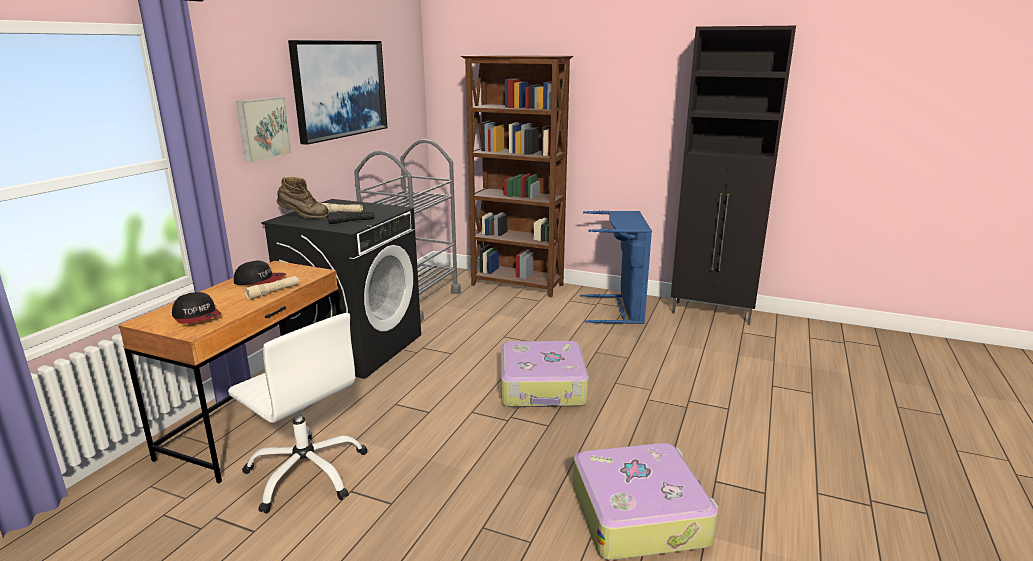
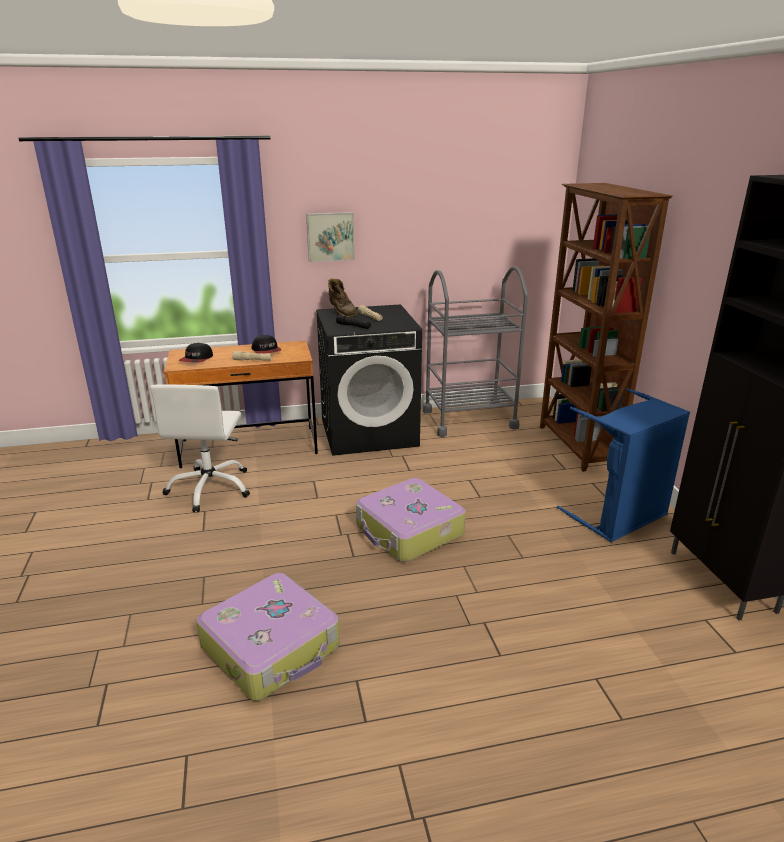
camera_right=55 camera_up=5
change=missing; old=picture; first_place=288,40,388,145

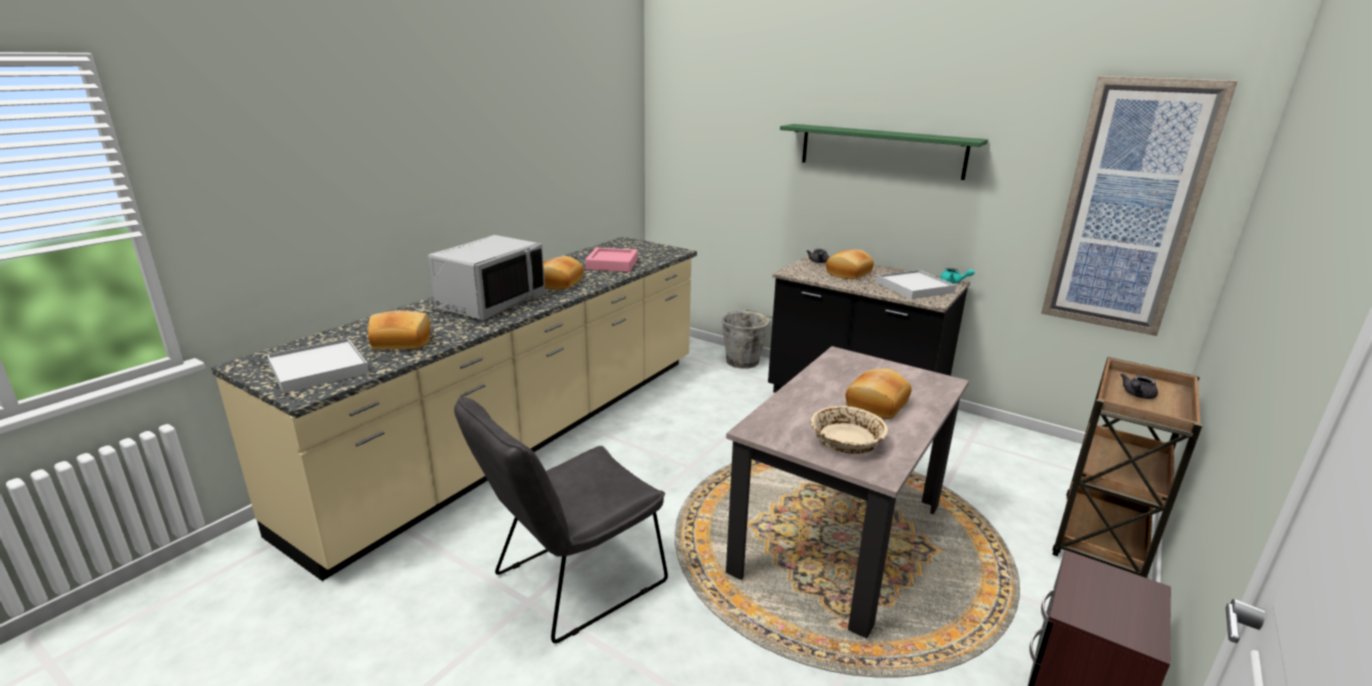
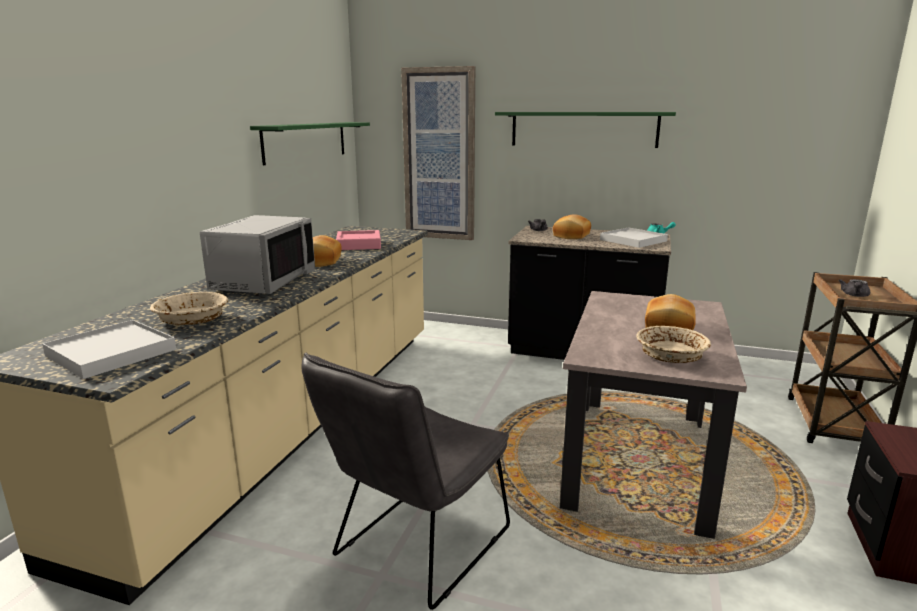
camera_right=-15 camera_up=-5
change=exchanged; old=bread; new=beige bowl; first_place=368,311,430,350; second_place=150,292,228,325
change=appeared; new=green shelf; second_place=250,122,370,165
change=relocated; old=picture; first_place=1041,76,1237,336; second_place=401,66,475,240
change=missing; old=grey bucket; first_place=721,310,773,369

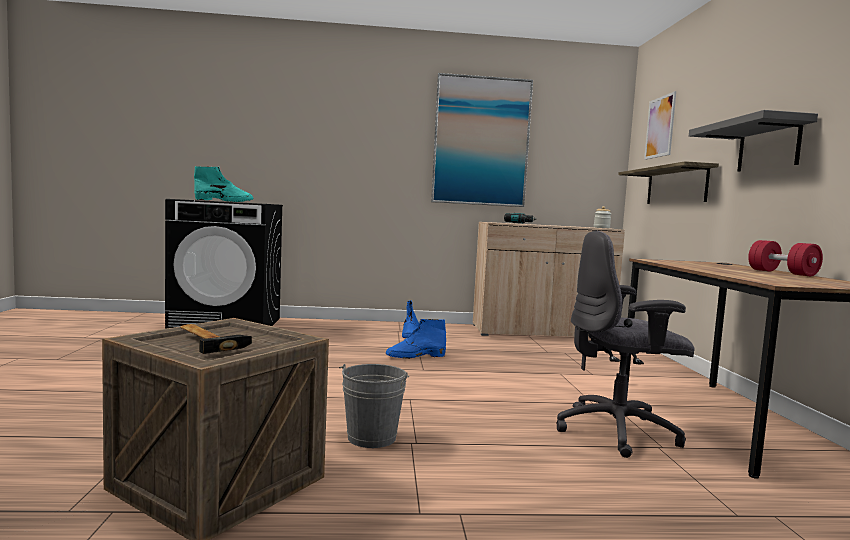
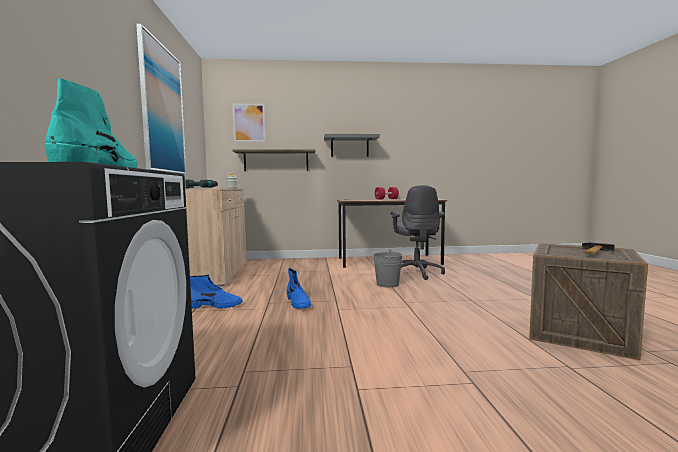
camera_right=-90 camera_up=0
change=relocated; old=grey bucket; first_place=339,364,409,448; second_place=373,250,403,287

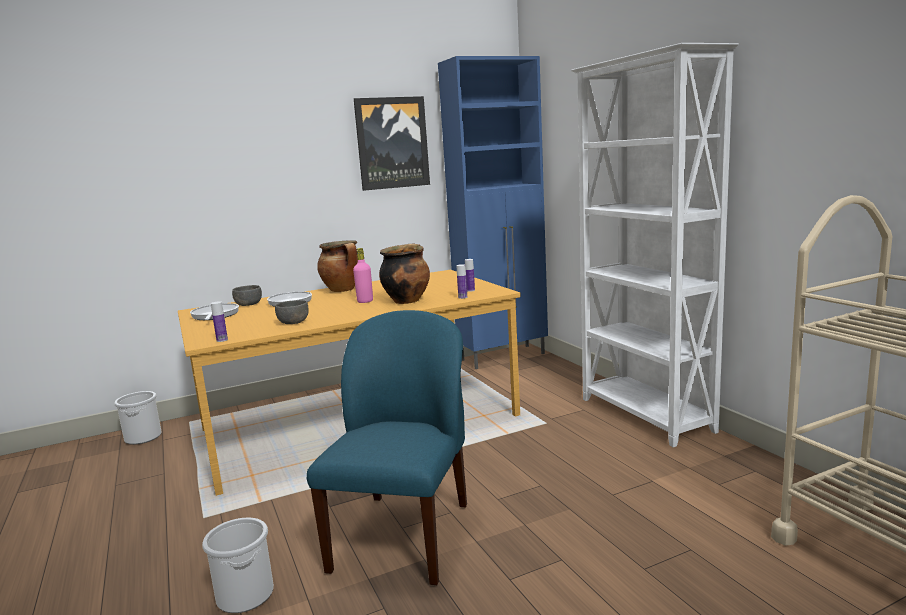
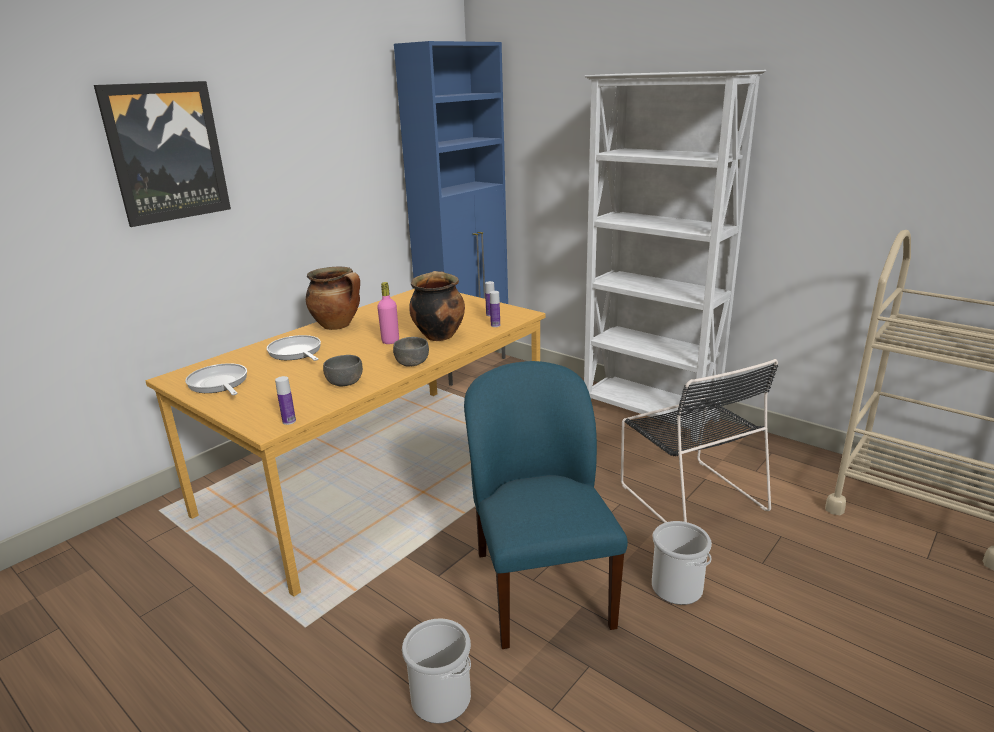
camera_right=-25 camera_up=10
change=relocated; old=picture; first_place=354,96,430,191; second_place=94,81,231,227
change=relocated; old=grey bowl; first_place=232,285,262,306; second_place=393,337,429,366
change=appeared; new=black chair; second_place=621,359,778,523
change=relocated; old=bucket; first_place=114,391,162,445; second_place=652,521,712,605

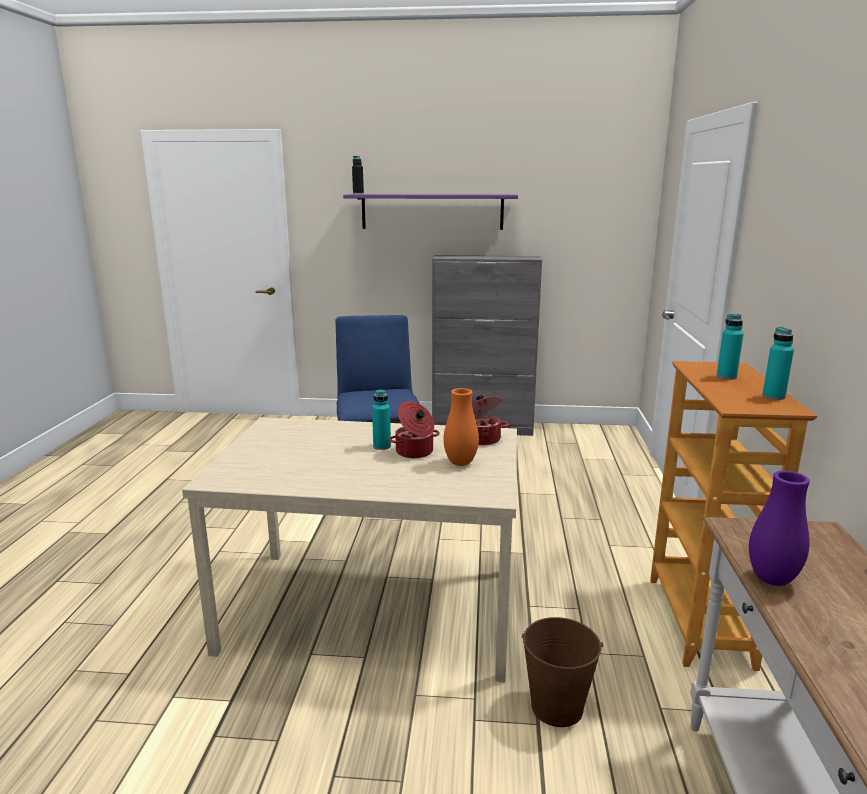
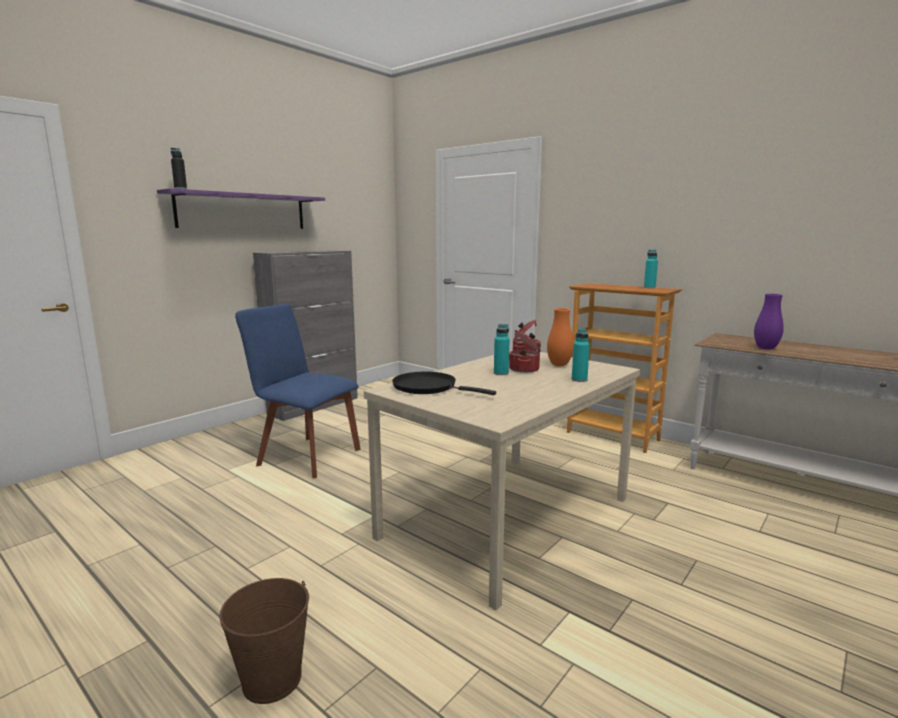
camera_right=-55 camera_up=-5
change=relocated; old=brown bucket; first_place=522,617,603,727; second_place=219,578,309,704
change=appeared; new=black frying pan; second_place=392,372,496,395
change=relocated; old=turquoise bottle; first_place=716,314,744,380; second_place=572,328,590,382

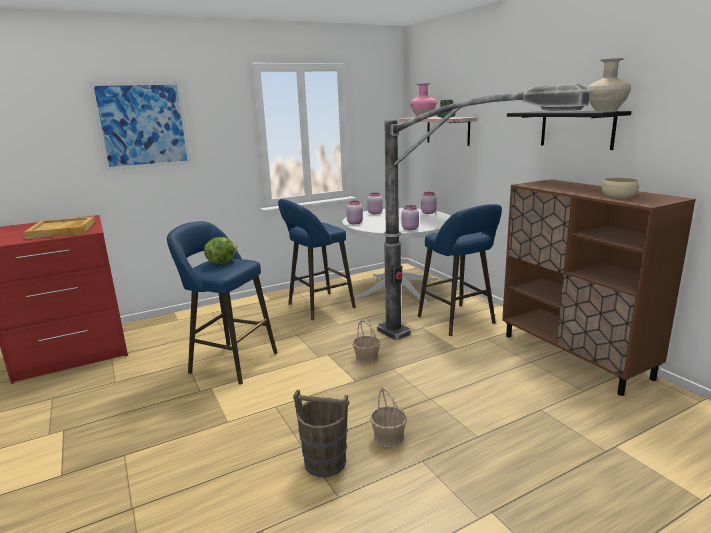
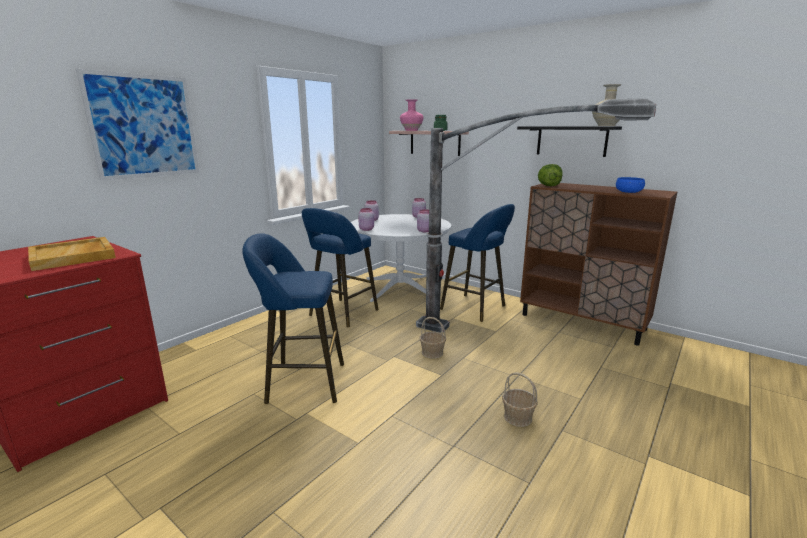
camera_right=-25 camera_up=0
change=relocated; old=lettuce; first_place=204,237,237,264; second_place=538,164,562,186
change=colour; old=beige bowl; new=blue bowl; first_place=601,177,639,198; second_place=616,177,645,193
change=missing; old=brown bucket; first_place=293,390,349,477

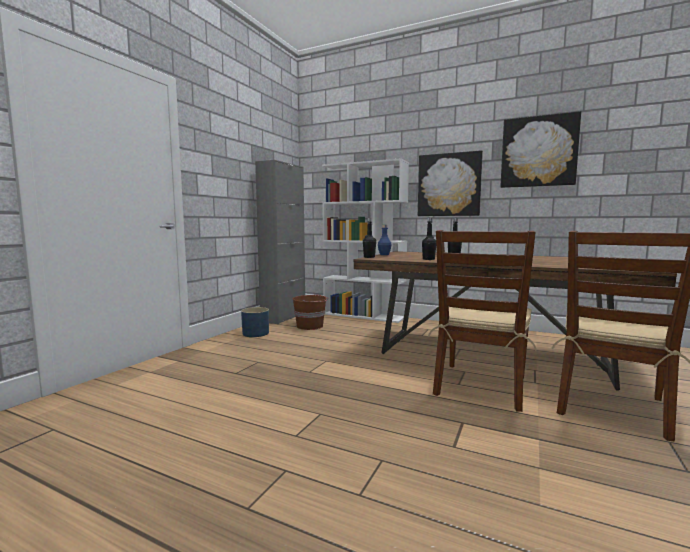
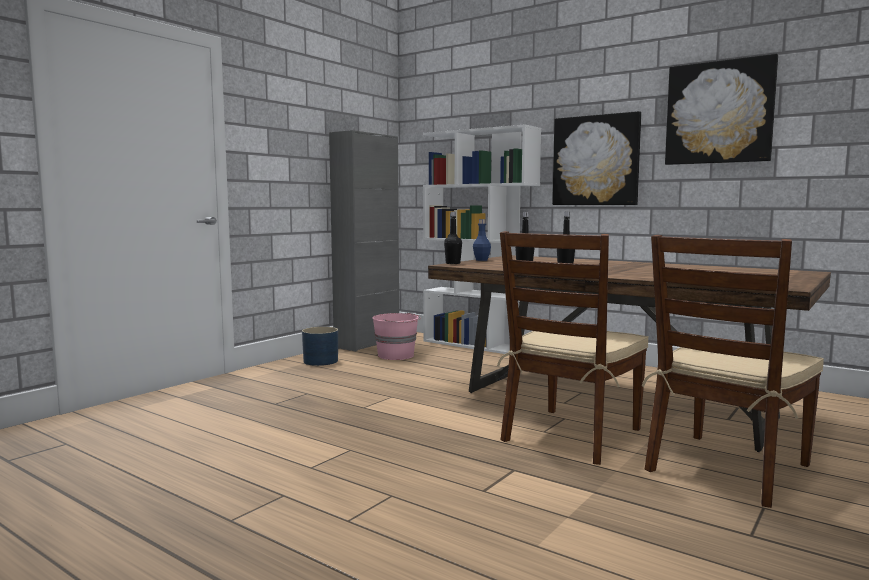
camera_right=10 camera_up=0
change=colour; old=brown bucket; new=pink bucket; first_place=293,294,328,330; second_place=372,312,421,360

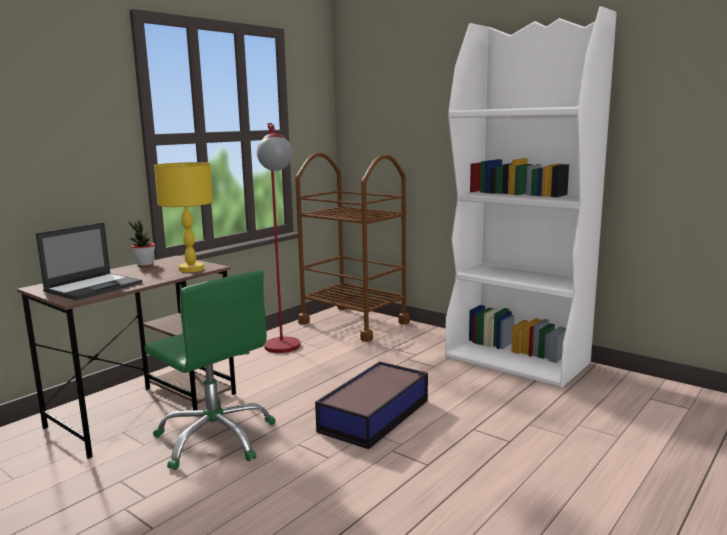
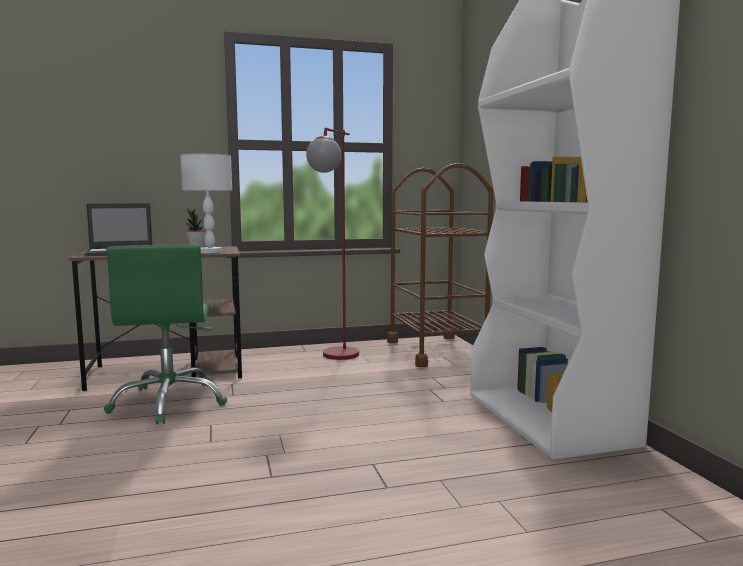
camera_right=35 camera_up=-5
change=colour; old=yellow table lamp; new=white table lamp; first_place=154,162,213,272; second_place=181,154,232,253
change=missing; old=storage box; first_place=315,361,428,449

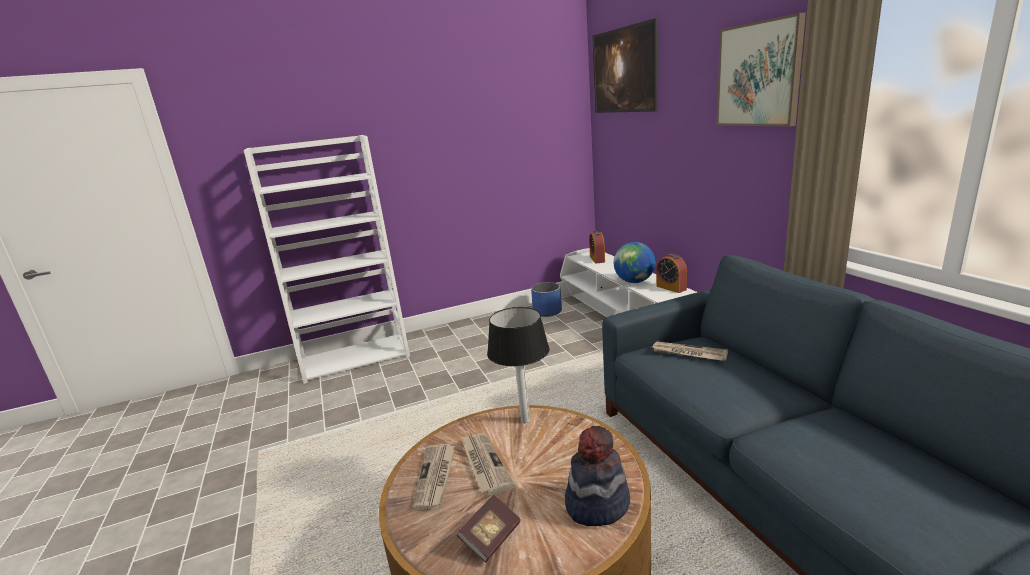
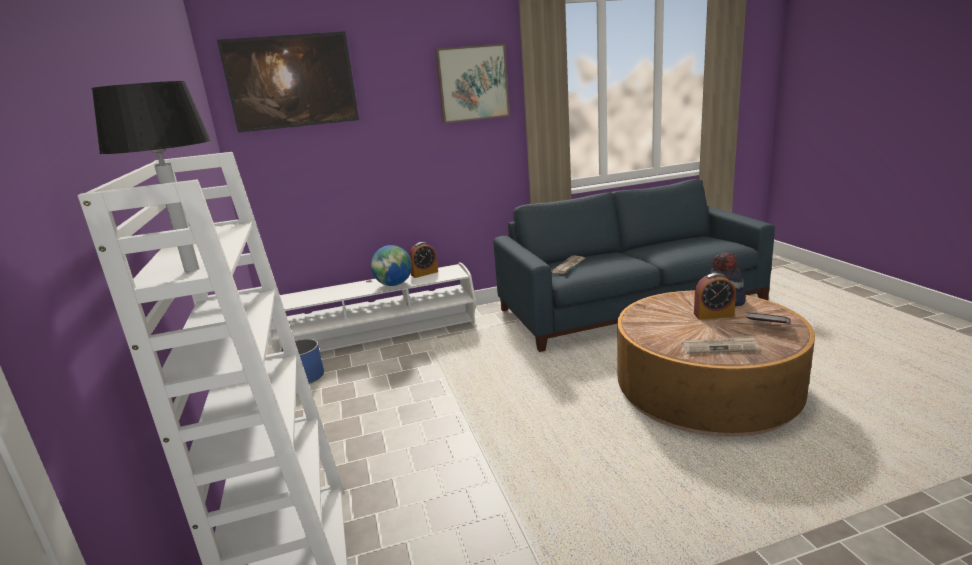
camera_right=-85 camera_up=0
change=relocated; old=table lamp; first_place=487,307,550,423; second_place=91,81,211,272
change=relocated; old=alarm clock; first_place=589,231,605,264; second_place=694,273,736,320
change=missing; old=newspaper; first_place=460,433,515,495

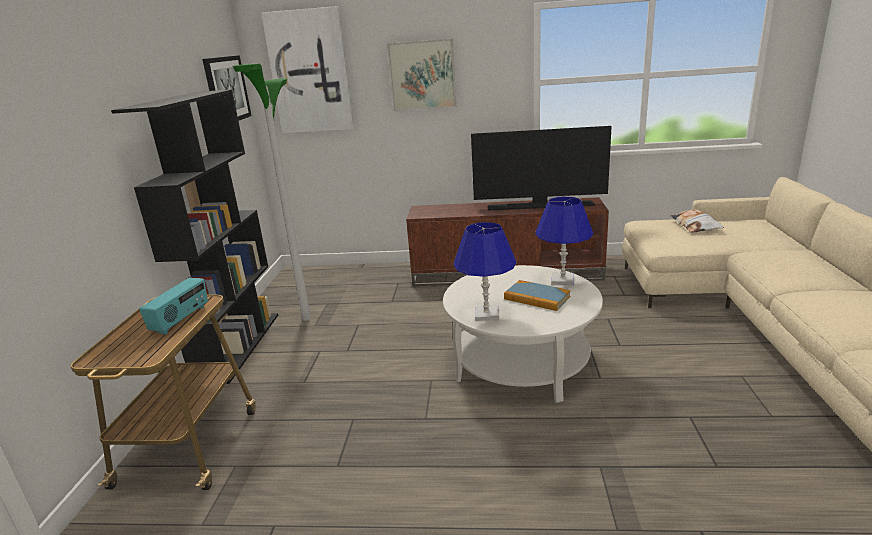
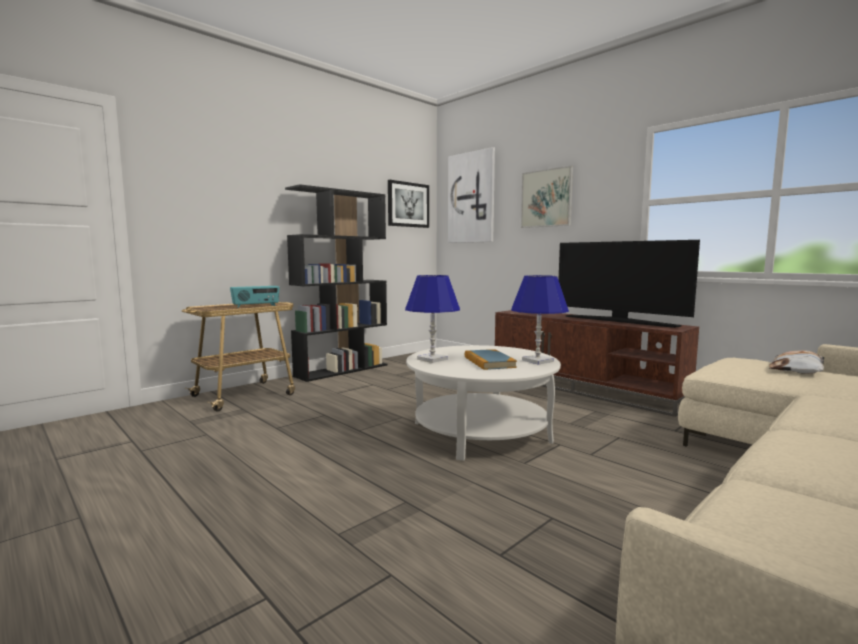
camera_right=40 camera_up=-15
change=missing; old=floor lamp; first_place=233,63,311,321

